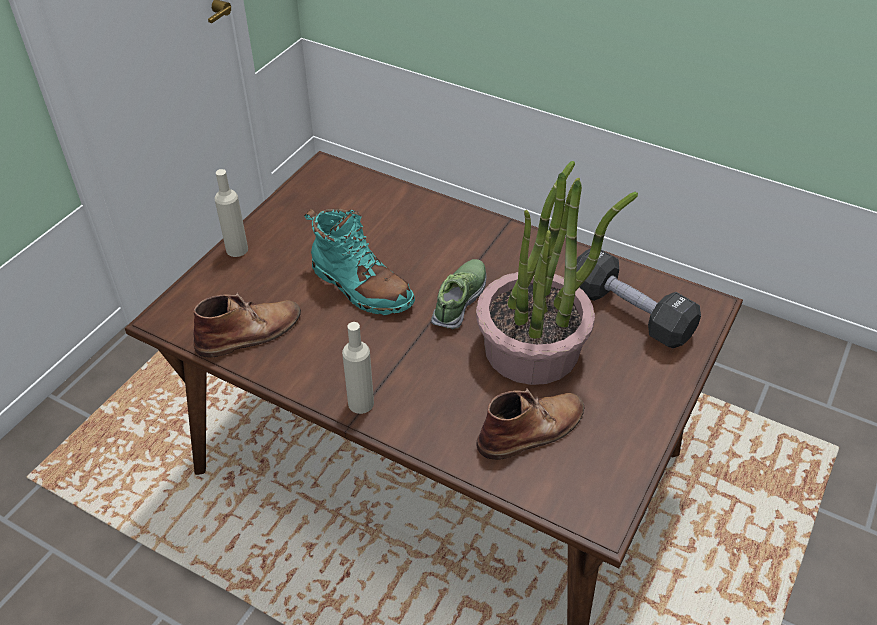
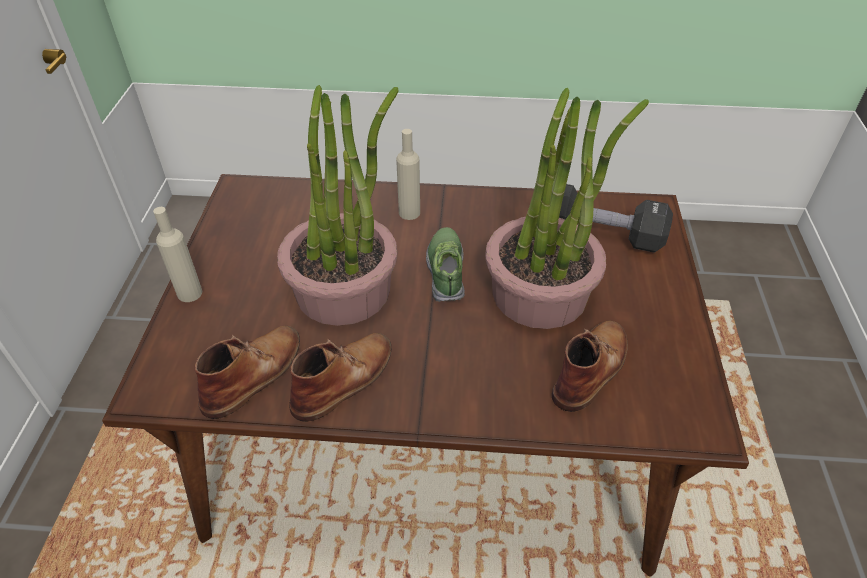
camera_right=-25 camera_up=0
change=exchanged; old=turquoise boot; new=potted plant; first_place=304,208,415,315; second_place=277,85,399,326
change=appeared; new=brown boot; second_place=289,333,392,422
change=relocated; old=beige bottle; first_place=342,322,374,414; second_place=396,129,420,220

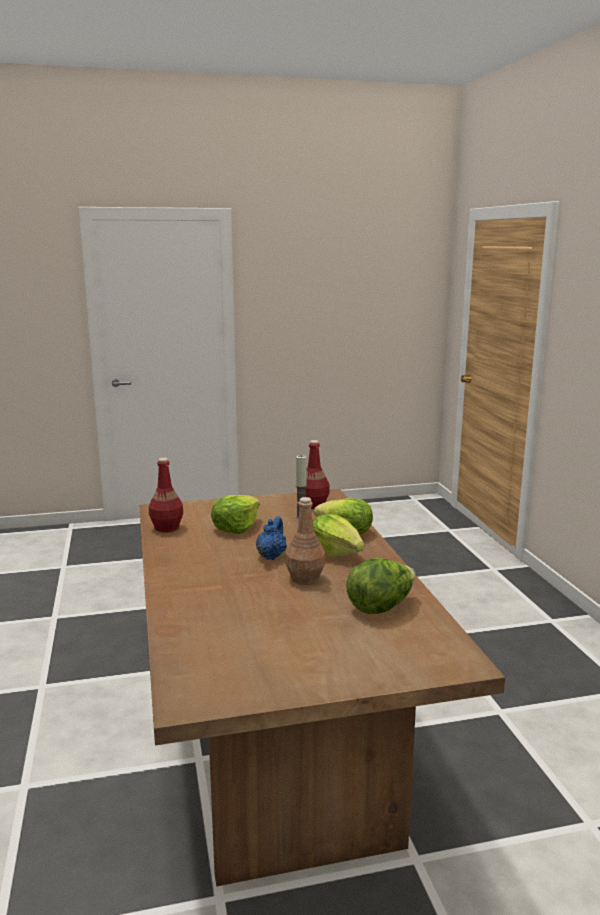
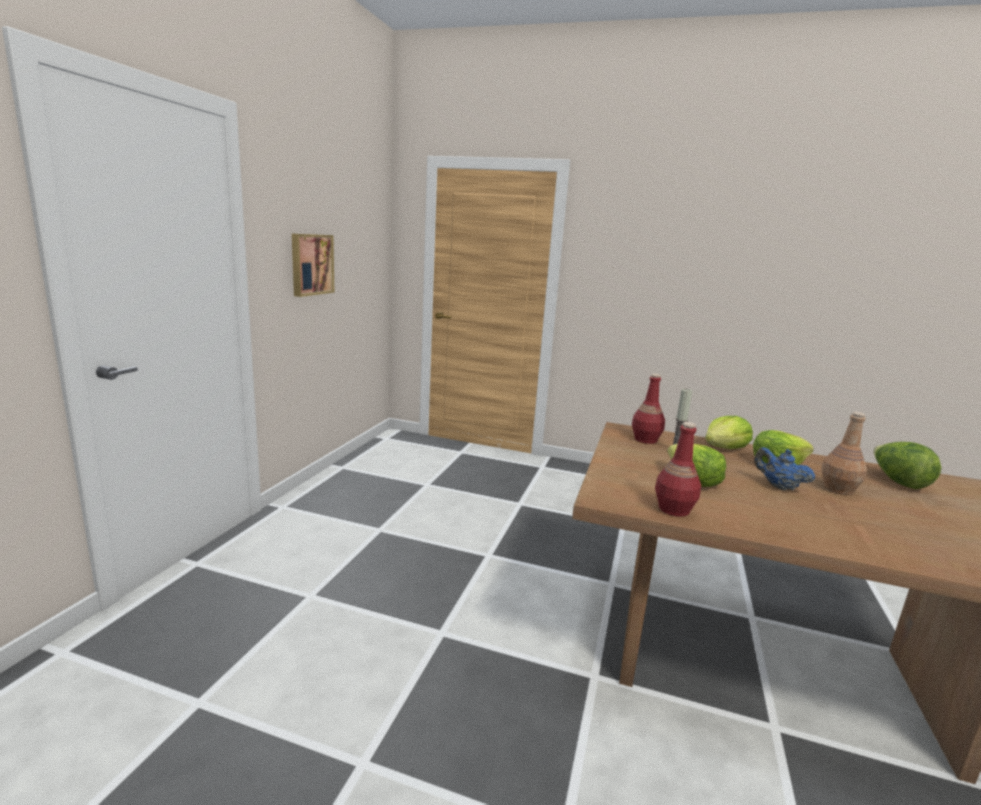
camera_right=-60 camera_up=0
change=appeared; new=picture; second_place=292,233,334,297

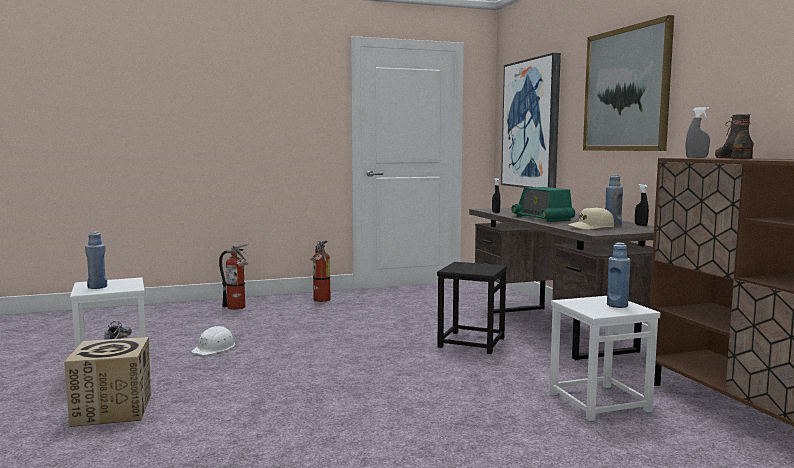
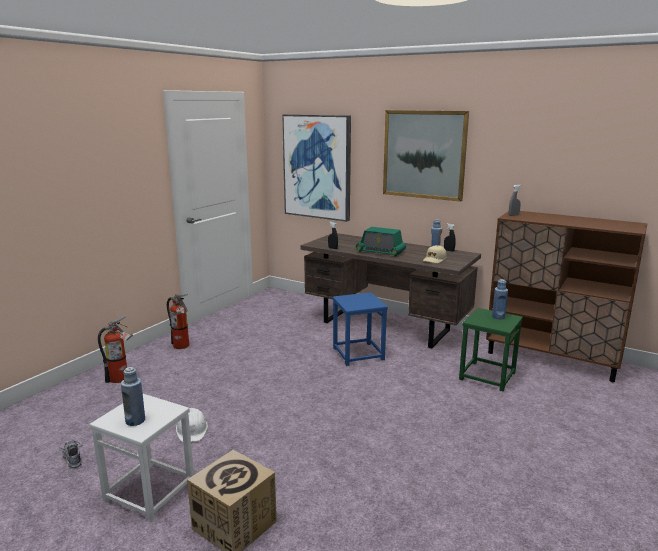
camera_right=-40 camera_up=10
change=colour; old=black stool; new=blue stool; first_place=437,262,507,354; second_place=333,292,388,366
change=colour; old=white stool; new=green stool; first_place=550,296,660,421; second_place=459,308,523,391
change=missing; old=boot; first_place=715,114,754,159

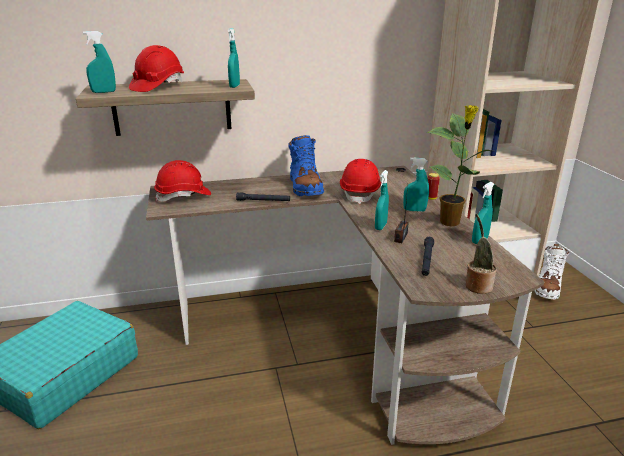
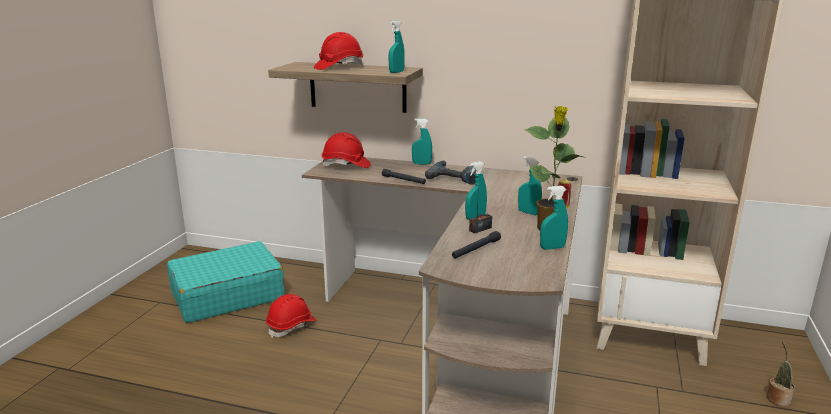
camera_right=30 camera_up=-5
change=relocated; old=red hard hat; first_place=340,159,381,204; second_place=266,294,316,338
change=relocated; old=turquoise spray bottle; first_place=83,31,116,93; second_place=412,118,432,165
change=exchanged; old=blue boot; new=power drill; first_place=288,135,324,196; second_place=425,161,476,185
change=relocated; old=potted plant; first_place=466,214,496,294; second_place=767,341,795,406
change=missing; old=white boot; first_place=534,244,569,299

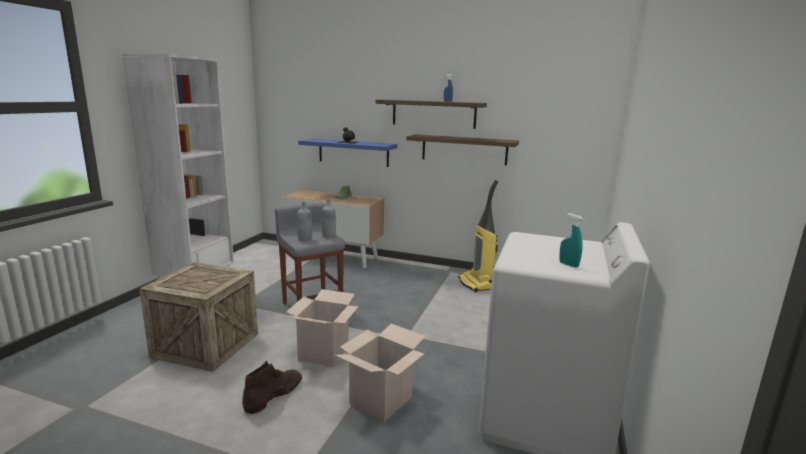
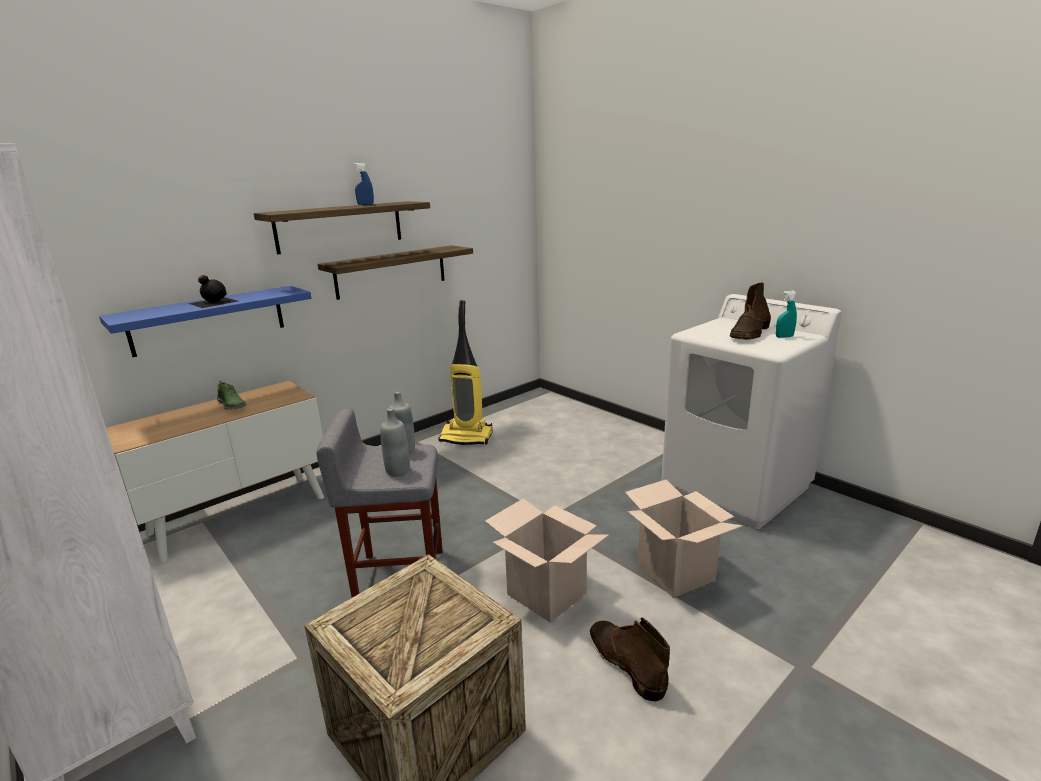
camera_right=-60 camera_up=5
change=appeared; new=brown boot; second_place=730,283,771,340

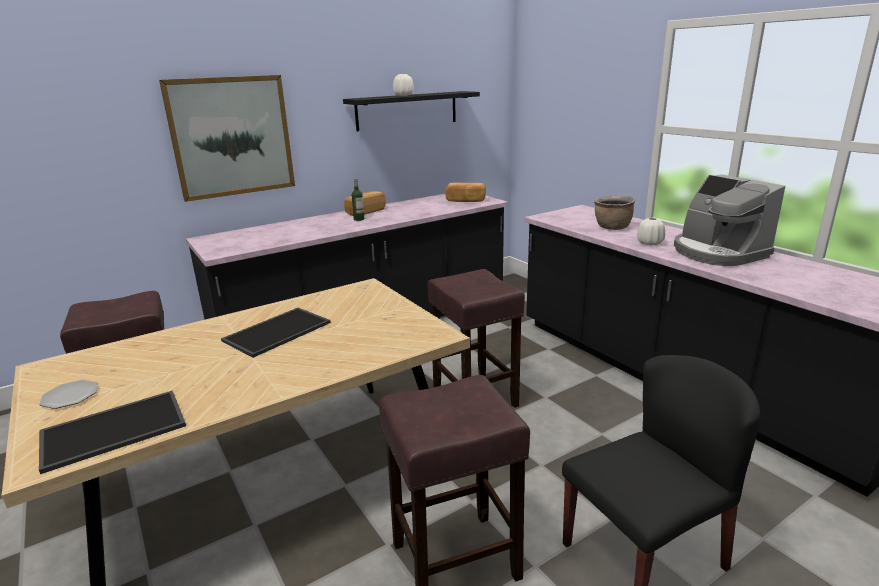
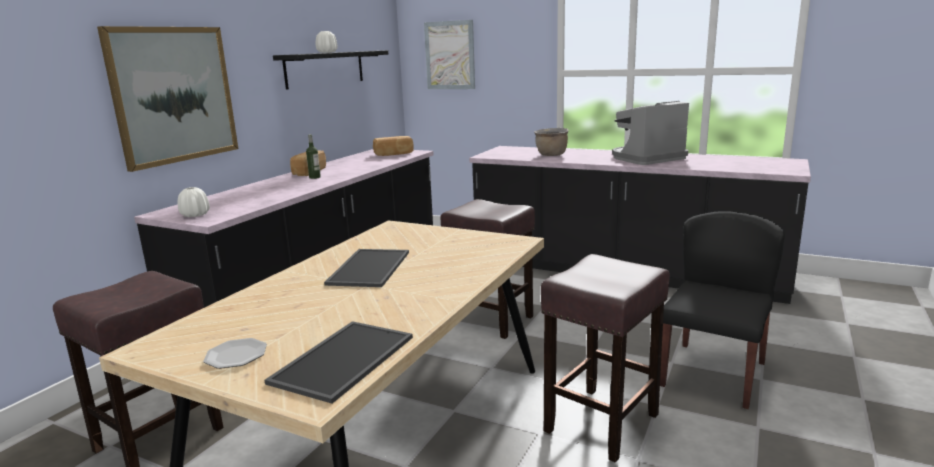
camera_right=-30 camera_up=-5
change=relocated; old=white vase; first_place=637,218,665,245; second_place=178,187,210,217
change=appeared; new=picture; second_place=424,20,475,89
change=spun; old=coffee machine; first_place=674,174,785,266; second_place=612,101,689,165; degrees=120

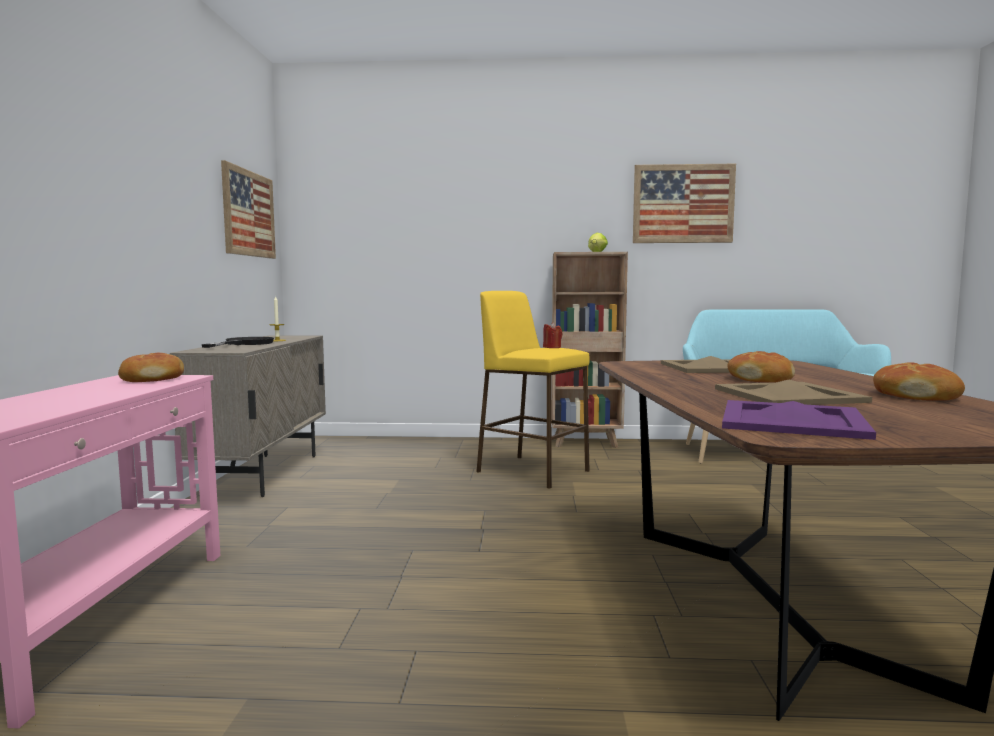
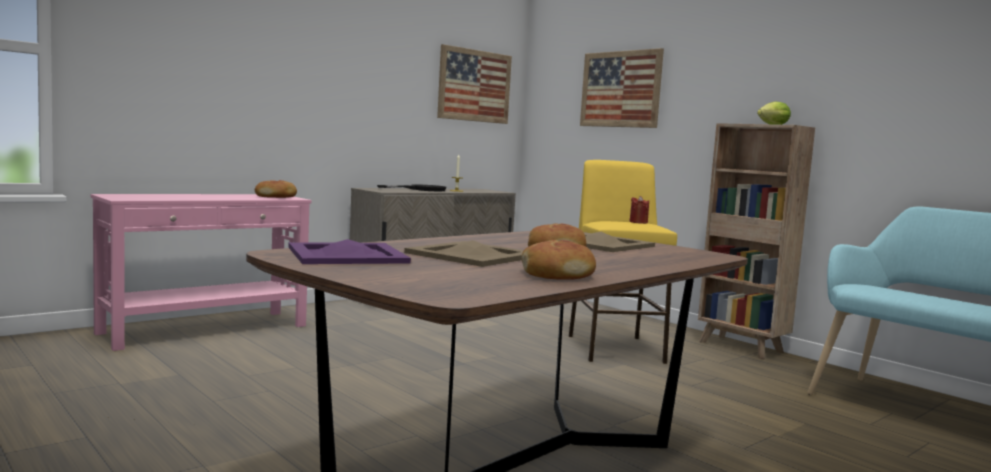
camera_right=45 camera_up=0
change=relocated; old=picture; first_place=633,164,736,243; second_place=580,48,664,128

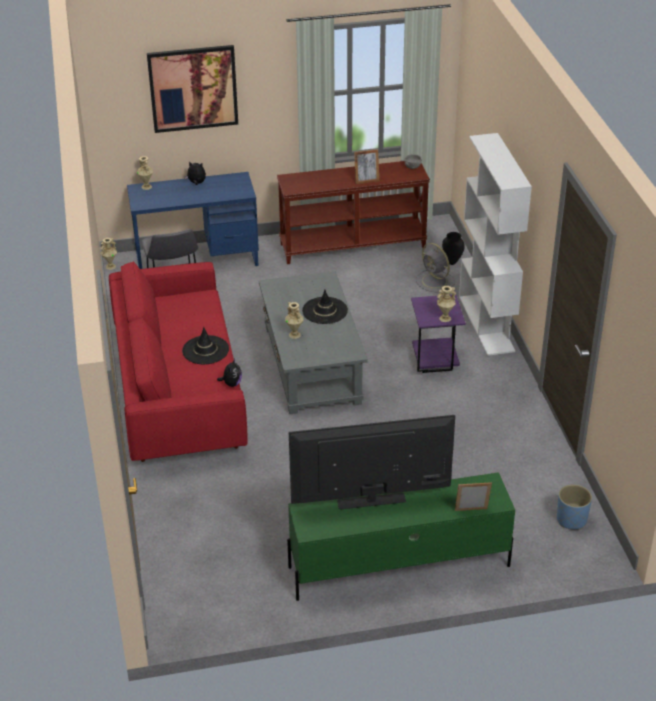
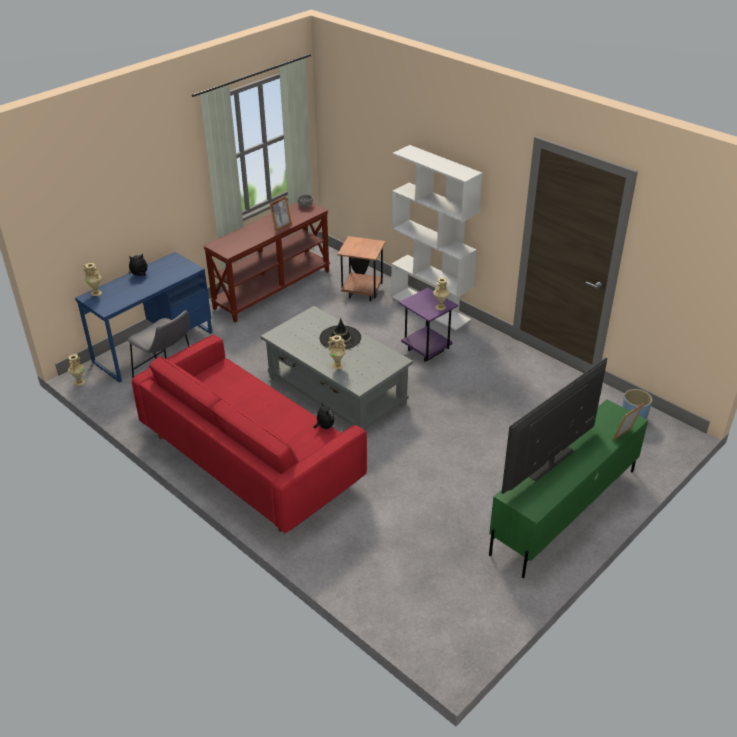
camera_right=-35 camera_up=0
change=exchanged; old=grey fan; new=brown side table; first_place=416,243,455,292; second_place=337,236,386,301
change=missing; old=picture; first_place=147,45,238,133
change=missing; old=black hat; first_place=182,327,229,364

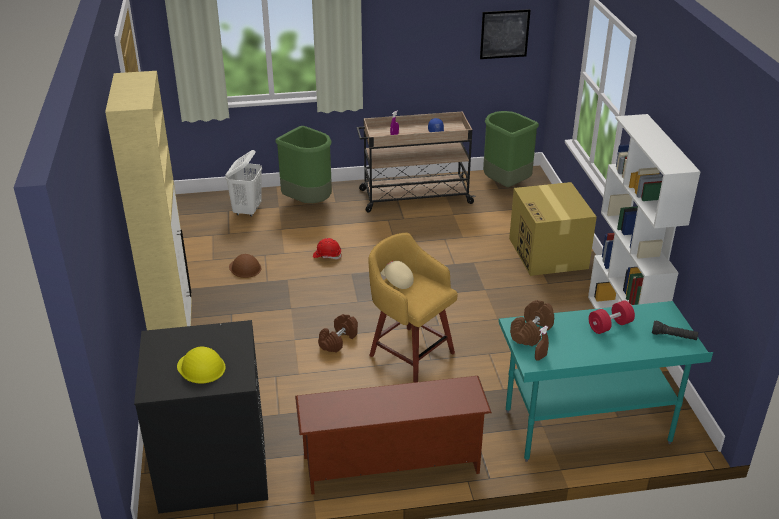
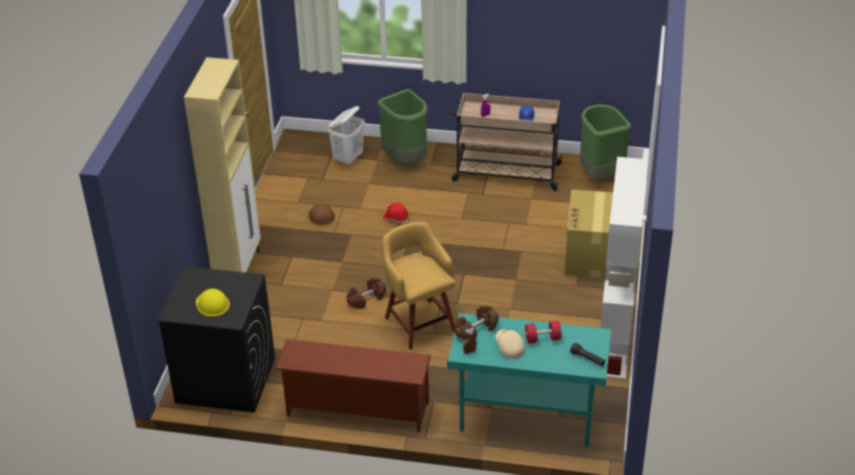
camera_right=20 camera_up=5
change=relocated; old=beige cap; first_place=381,261,414,289; second_place=495,330,525,359
change=missing; old=picture; first_place=480,9,531,59

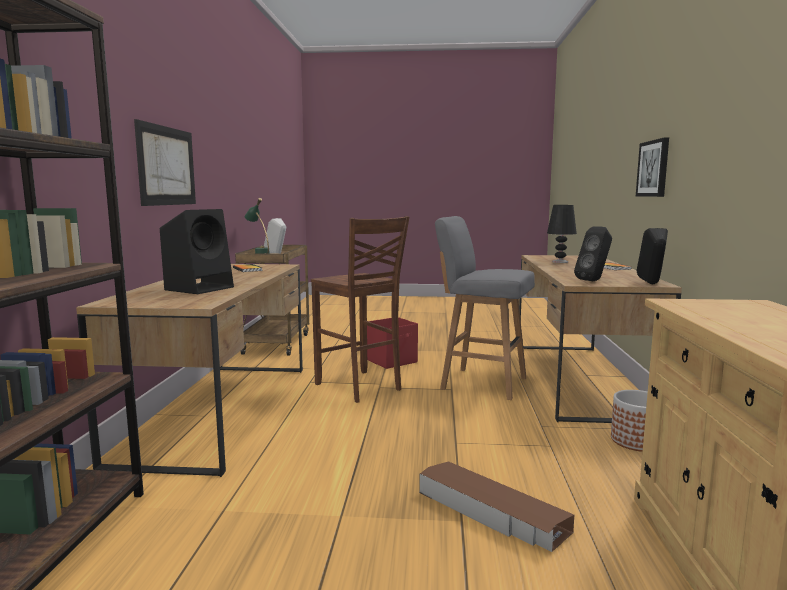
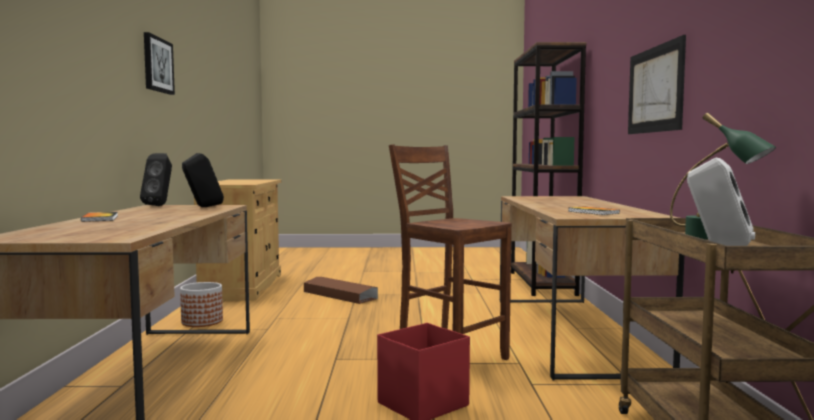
camera_right=175 camera_up=-5
change=relocated; old=picture; first_place=636,137,669,197; second_place=144,32,175,95
change=missing; old=black speaker; first_place=160,209,234,294
change=missing; old=grey stool; first_place=435,216,535,400
change=missing; old=black table lamp; first_place=547,205,577,263

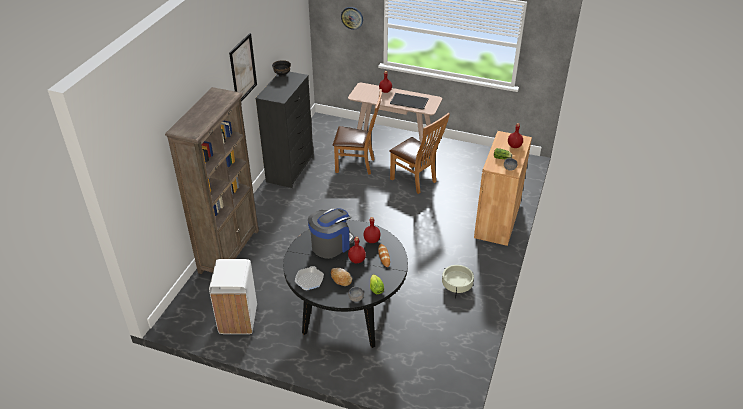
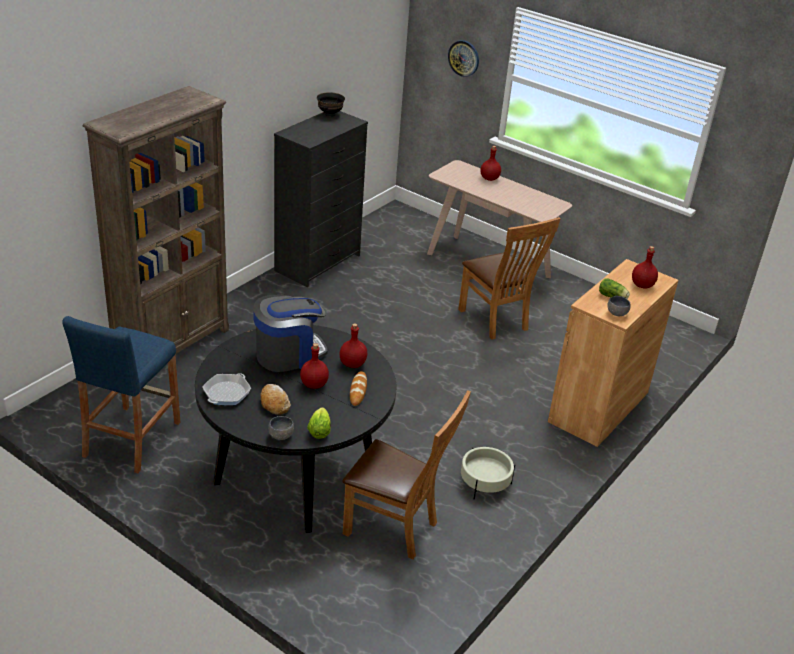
camera_right=15 camera_up=-5
change=exchanged; old=white trash can; new=blue stool; first_place=209,259,257,334; second_place=62,316,180,473
change=relocated; old=brown chair; first_place=333,89,382,175; second_place=343,390,471,559
change=missing; old=picture; first_place=229,33,257,102
change=missing; old=tray; first_place=390,93,429,110

